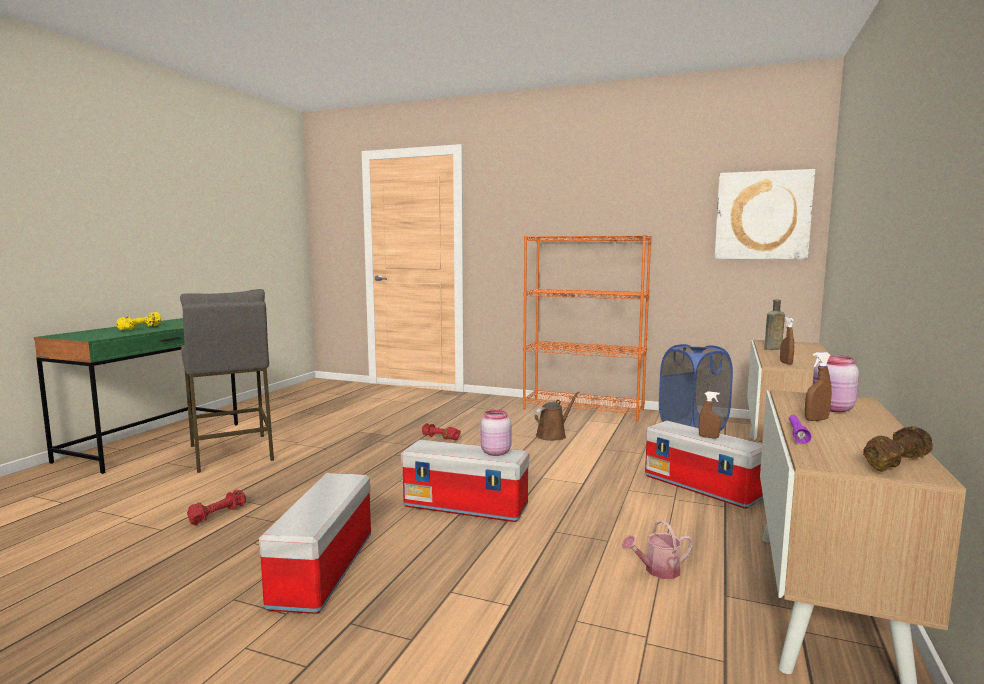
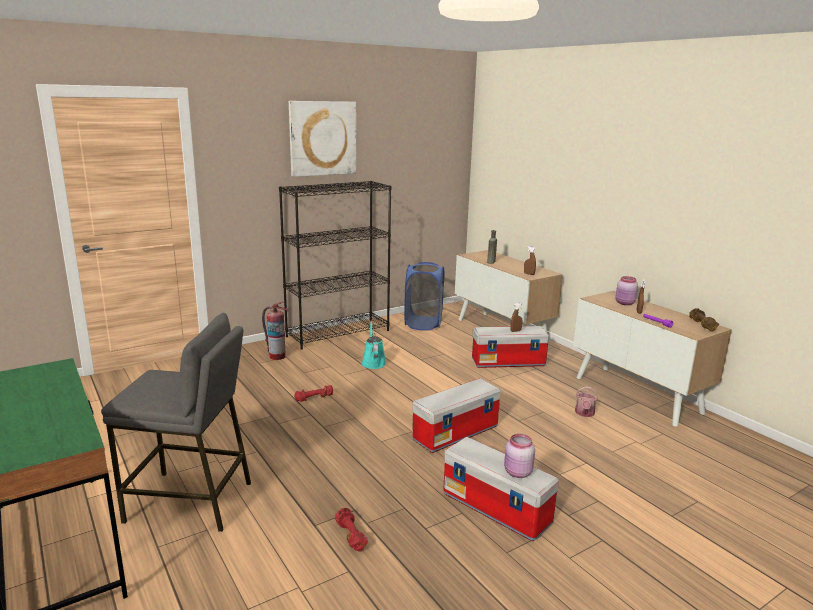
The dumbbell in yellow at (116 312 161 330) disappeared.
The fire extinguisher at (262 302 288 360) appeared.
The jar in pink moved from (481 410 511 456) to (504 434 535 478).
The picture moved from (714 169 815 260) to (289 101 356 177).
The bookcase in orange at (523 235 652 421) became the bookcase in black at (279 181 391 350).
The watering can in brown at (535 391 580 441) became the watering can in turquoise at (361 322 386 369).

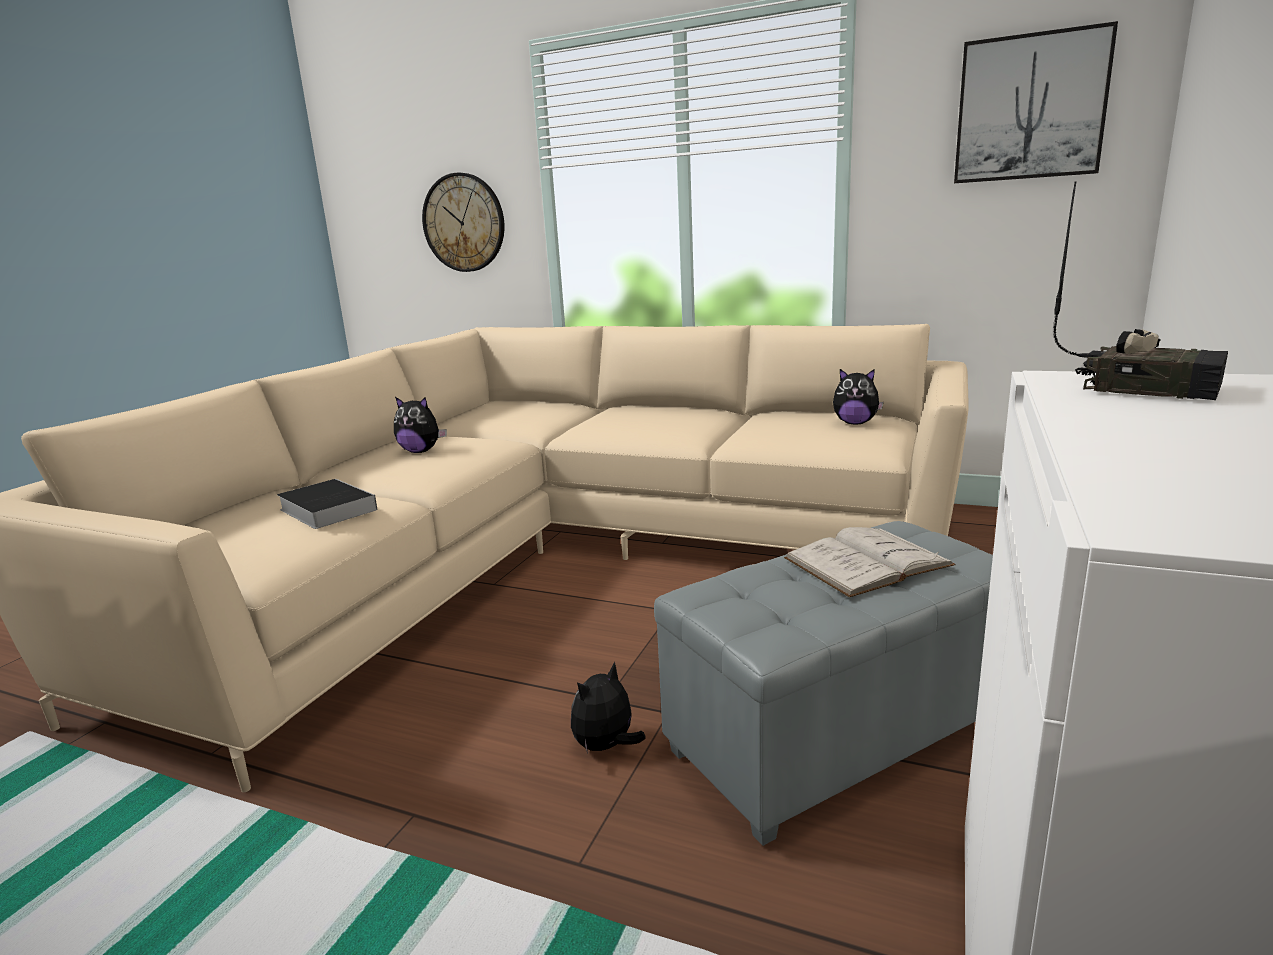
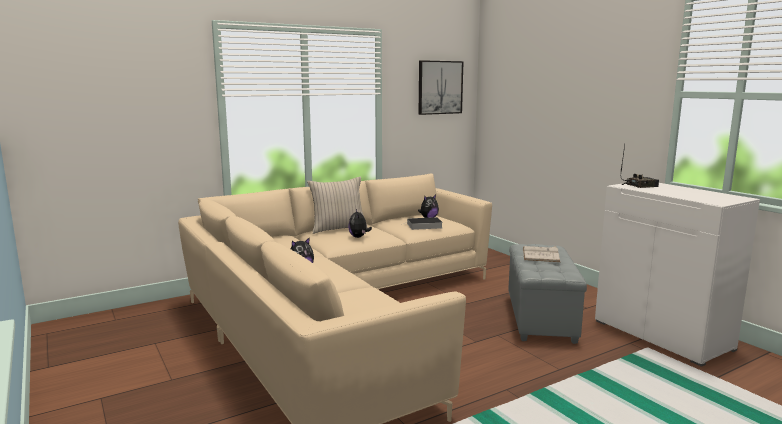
The wall clock at (422 173 504 272) disappeared.
The pillow in beige at (307 177 368 234) appeared.
The book moved from (277 479 378 529) to (404 217 443 230).
The plush toy moved from (571 661 646 754) to (348 209 372 238).

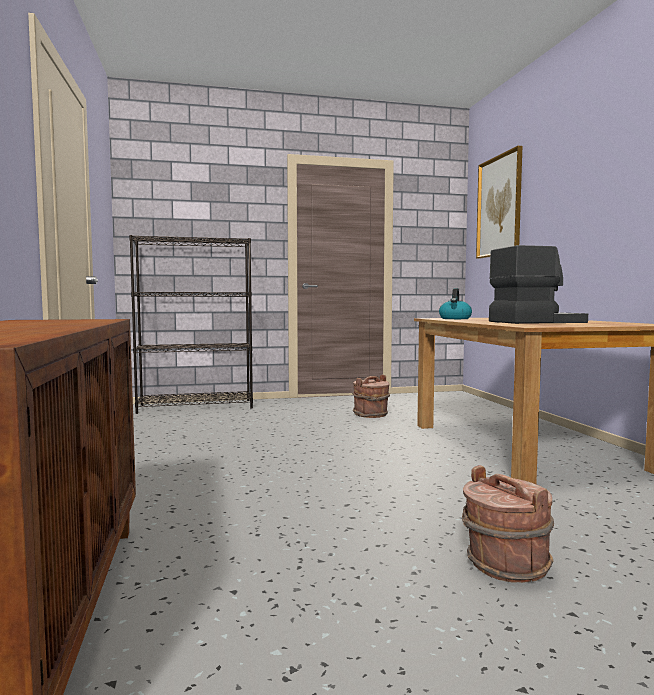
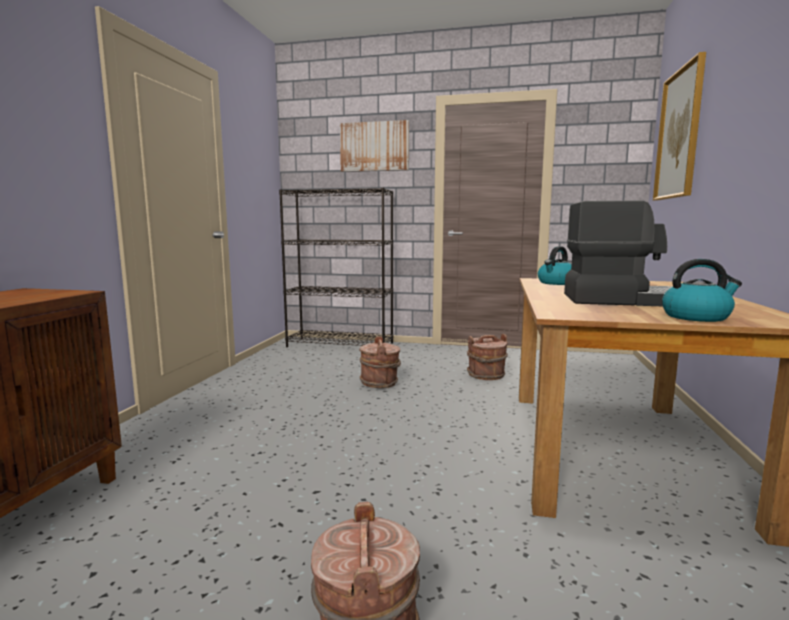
The picture at (340 120 409 172) appeared.
The bucket in brown at (359 336 401 388) appeared.
The kettle at (662 259 742 322) appeared.

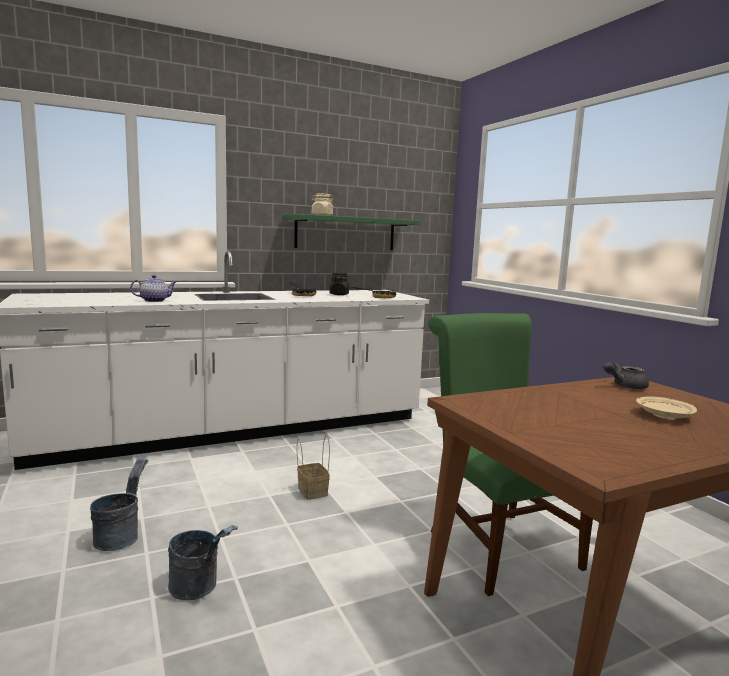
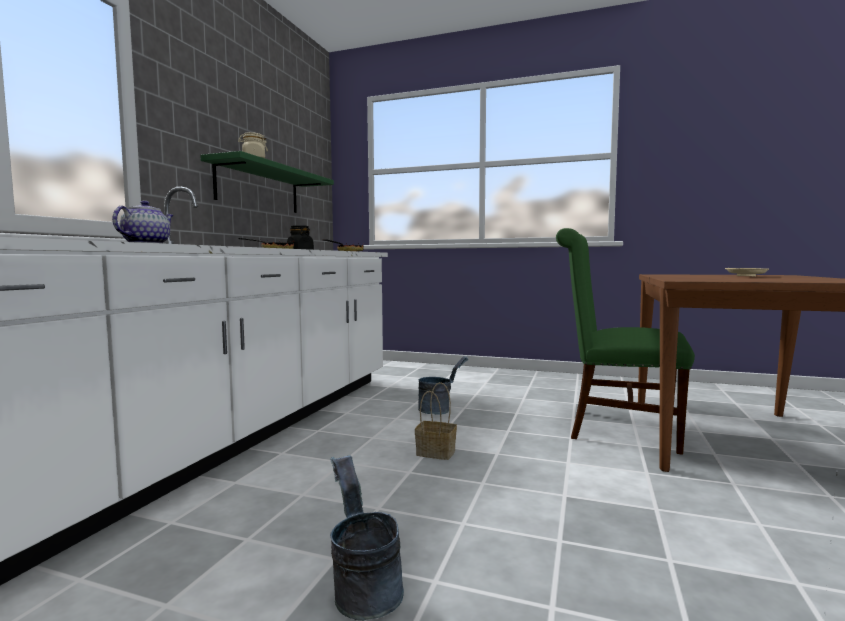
The teapot in grey at (603 363 649 390) disappeared.
The bucket in grey moved from (168 525 238 600) to (418 356 468 415).

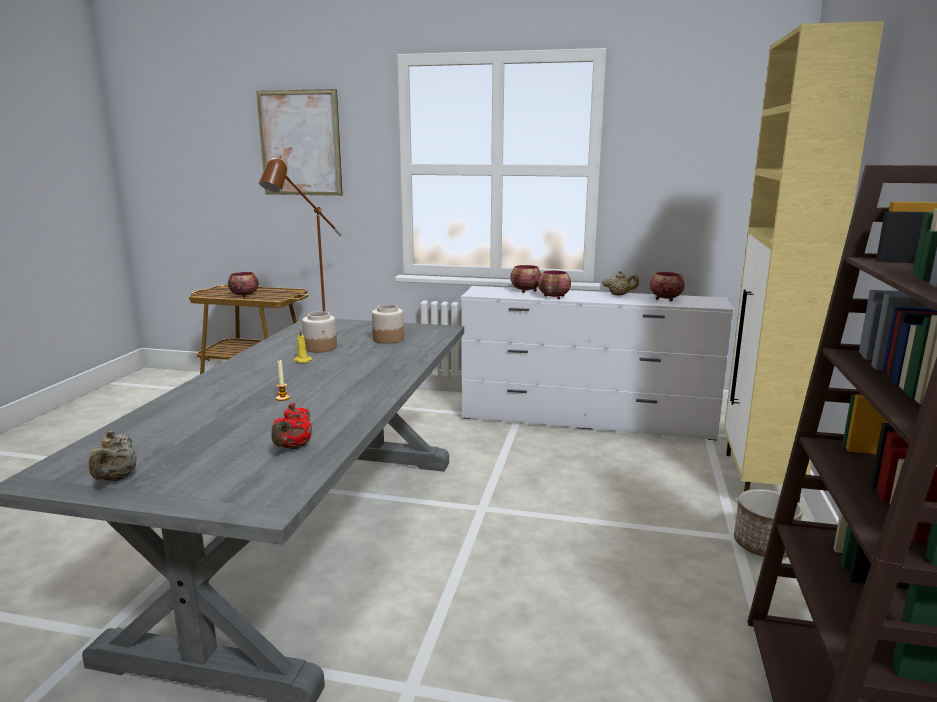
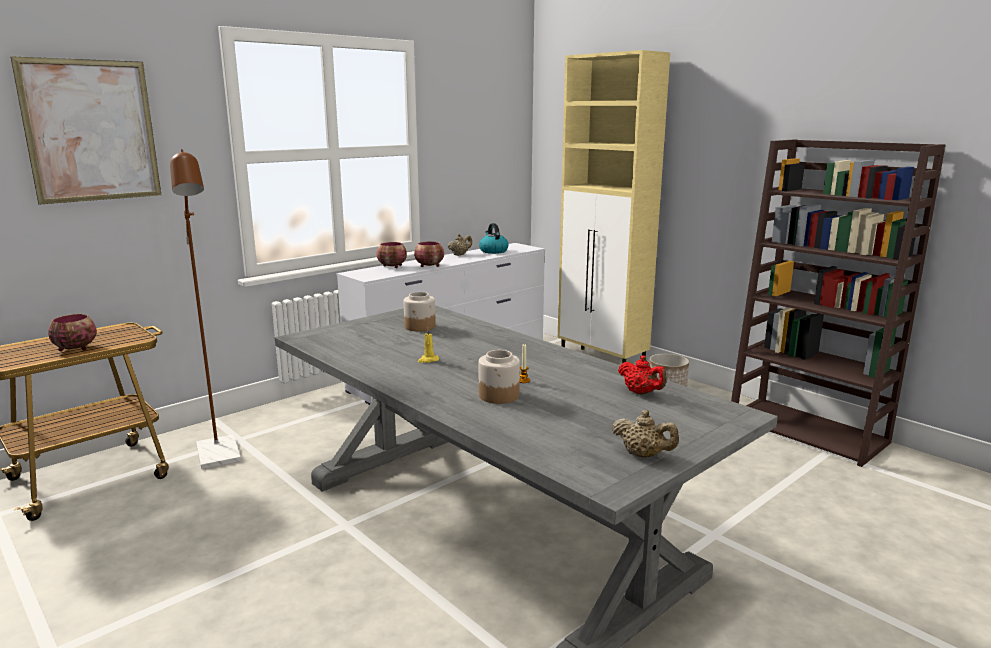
The jar moved from (302 311 337 353) to (479 350 520 404).
The bowl at (650 272 685 301) was replaced by the kettle at (479 223 508 254).

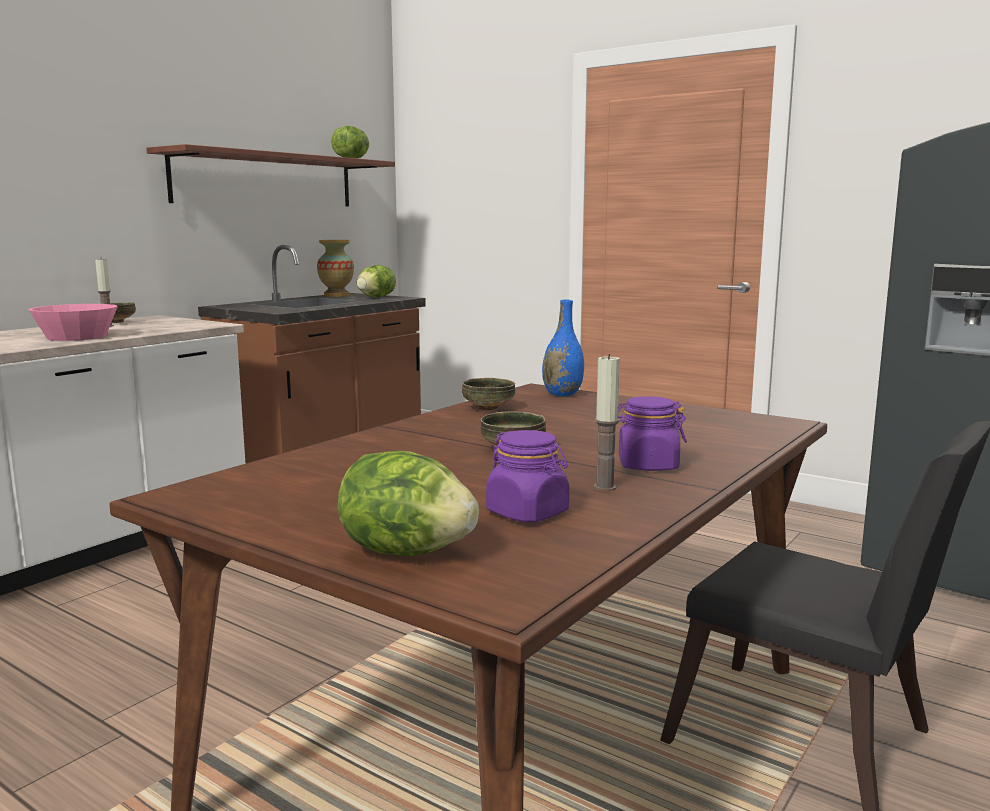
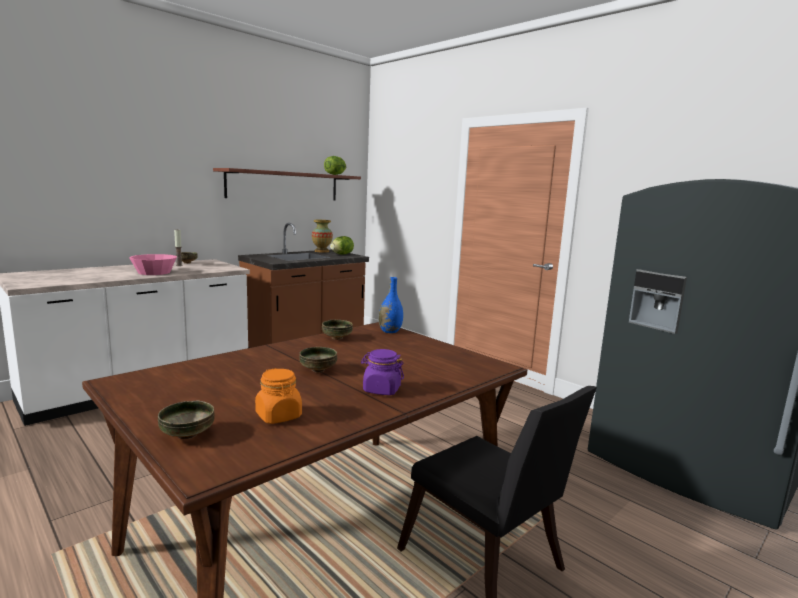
The candle at (594 354 620 491) disappeared.
The lettuce at (338 451 479 556) was replaced by the bowl at (158 400 214 439).
The jar in purple at (486 430 569 522) became the jar in orange at (255 368 302 424).

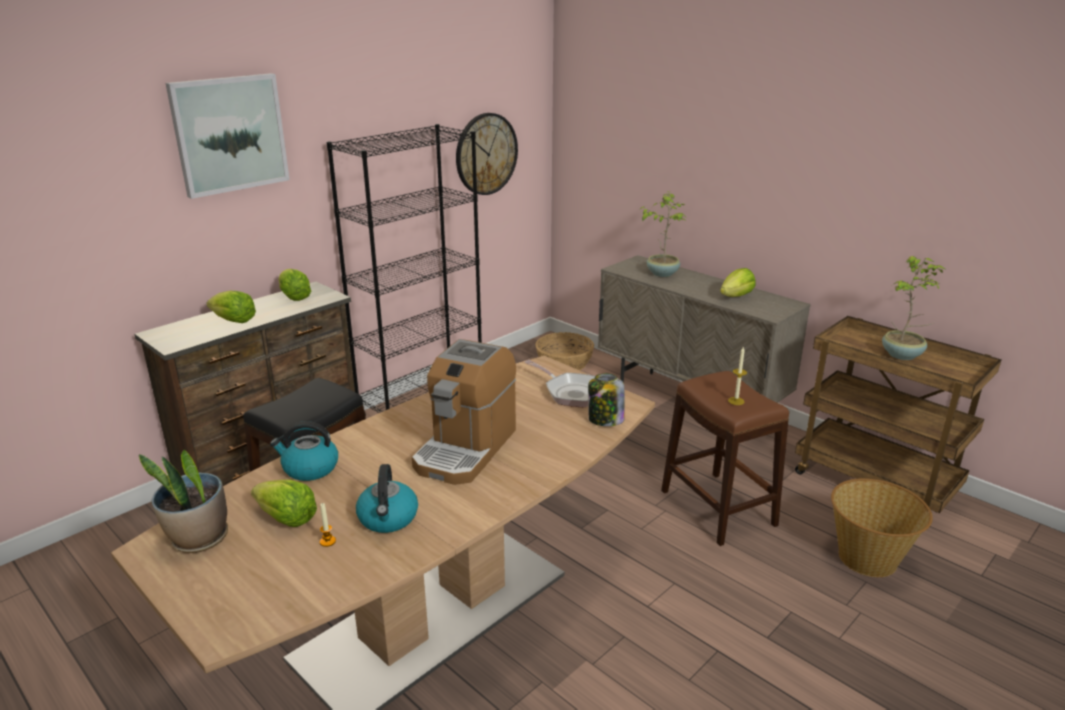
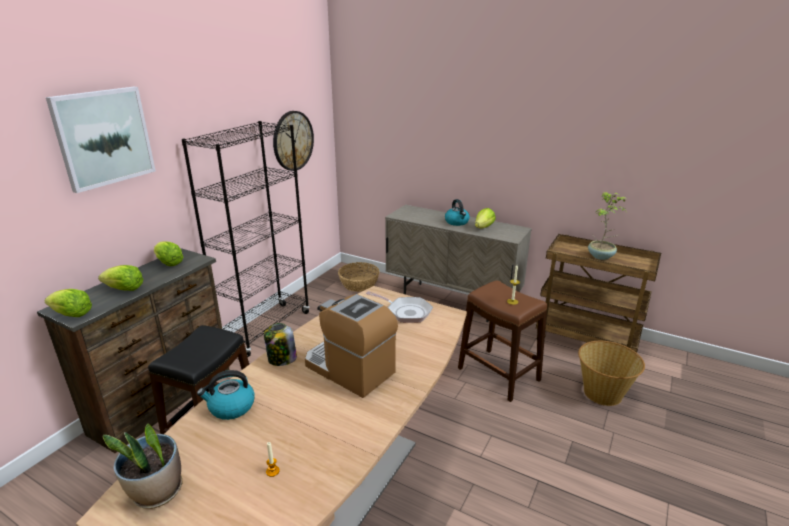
The potted plant at (639 191 687 277) disappeared.
The lettuce moved from (251 480 317 527) to (45 289 92 317).
The kettle moved from (356 464 418 533) to (445 199 470 226).
The jar moved from (588 373 625 426) to (264 323 297 366).
The coffee machine at (412 339 516 485) turned 120 degrees clockwise.

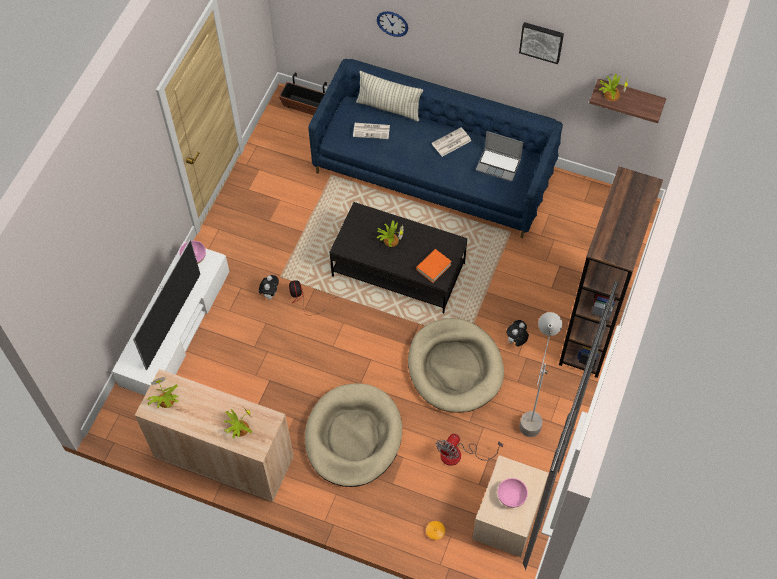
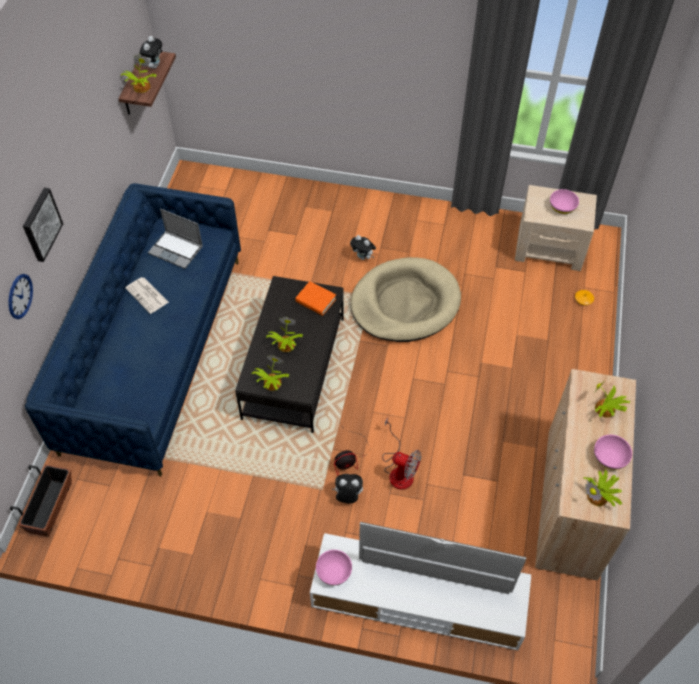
The dog bed in beige at (305 383 402 487) disappeared.
The newspaper at (353 123 390 139) disappeared.
The pillow at (356 71 423 122) disappeared.
The floor lamp in grey at (519 312 562 437) disappeared.
The bookcase in brown at (559 167 663 378) disappeared.
The plush toy at (139 36 162 69) appeared.
The potted plant at (252 355 289 391) appeared.
The bowl in pink at (594 435 632 470) appeared.
The fan moved from (436 434 503 466) to (382 417 421 490).
The picture moved from (519 22 564 64) to (23 188 63 262).
The laptop at (476 131 523 182) turned 105 degrees clockwise.

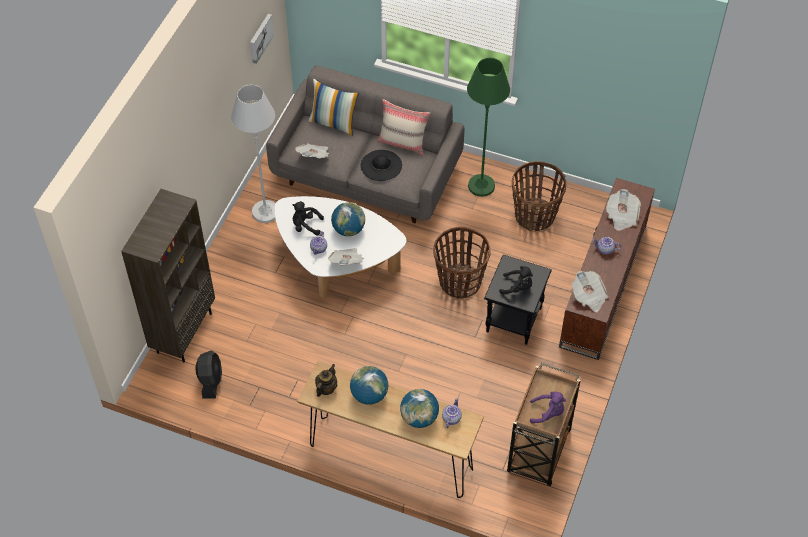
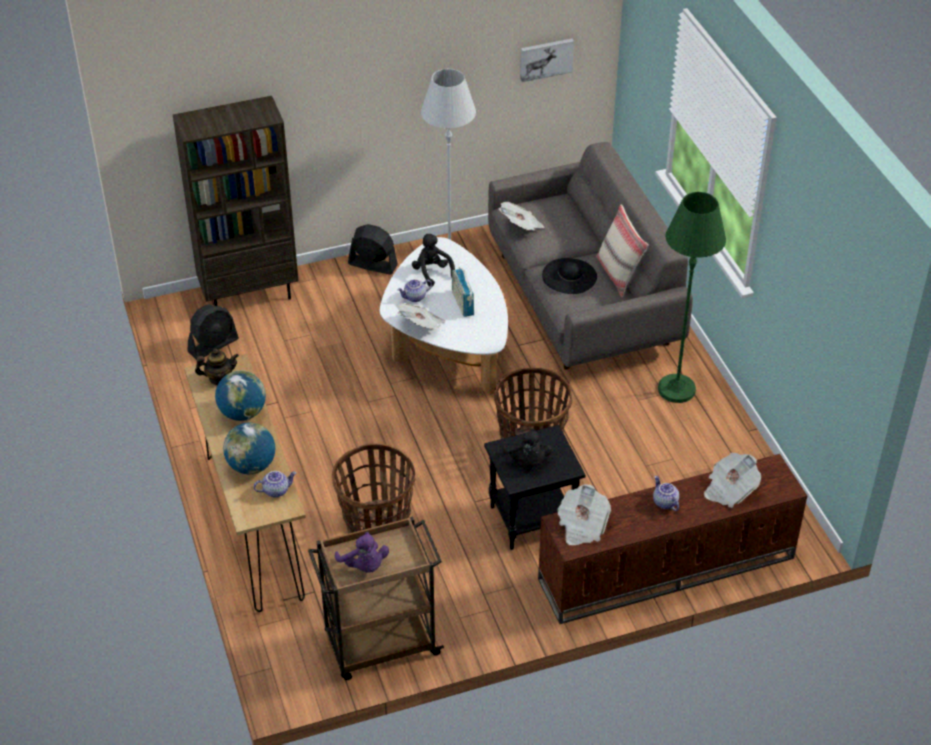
The pillow at (309 79 359 136) disappeared.
The fan in black at (348 224 398 275) appeared.
The basket moved from (512 161 566 232) to (332 444 415 534).
The globe at (331 202 365 237) was replaced by the radio at (452 267 474 317).

